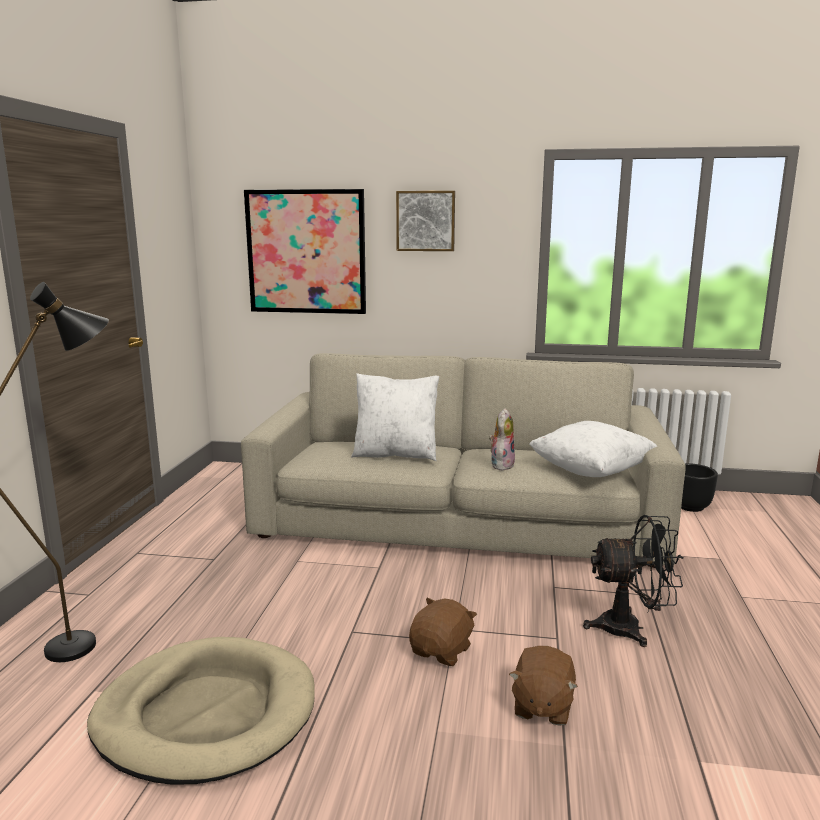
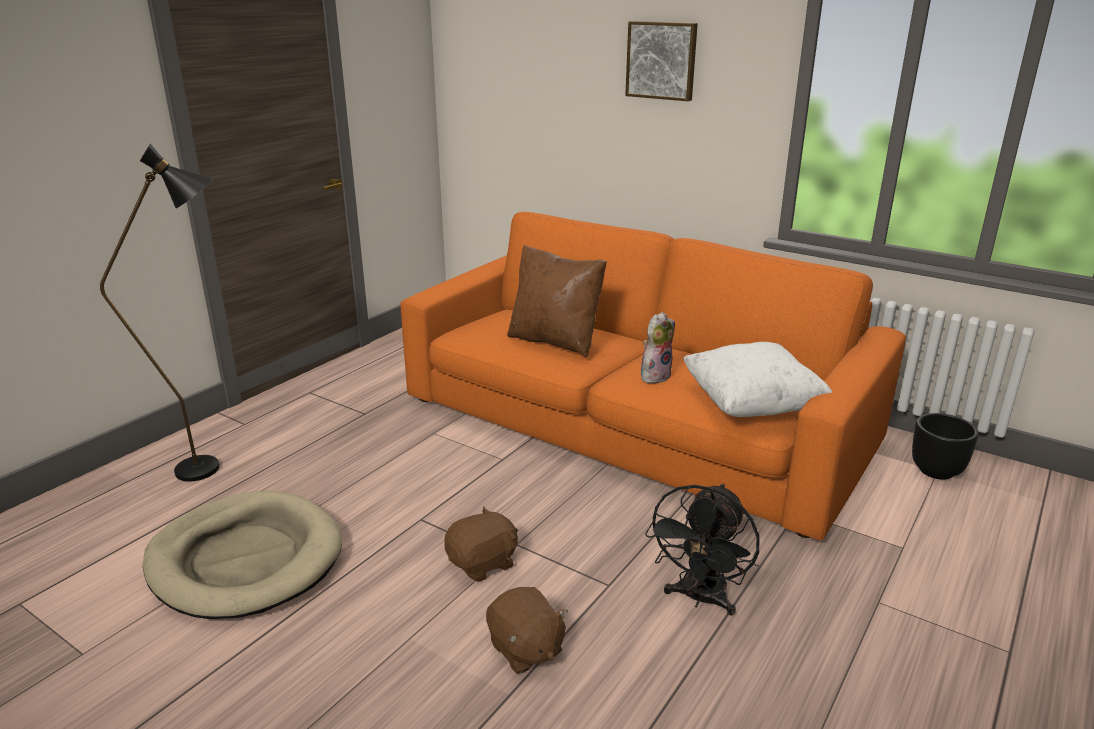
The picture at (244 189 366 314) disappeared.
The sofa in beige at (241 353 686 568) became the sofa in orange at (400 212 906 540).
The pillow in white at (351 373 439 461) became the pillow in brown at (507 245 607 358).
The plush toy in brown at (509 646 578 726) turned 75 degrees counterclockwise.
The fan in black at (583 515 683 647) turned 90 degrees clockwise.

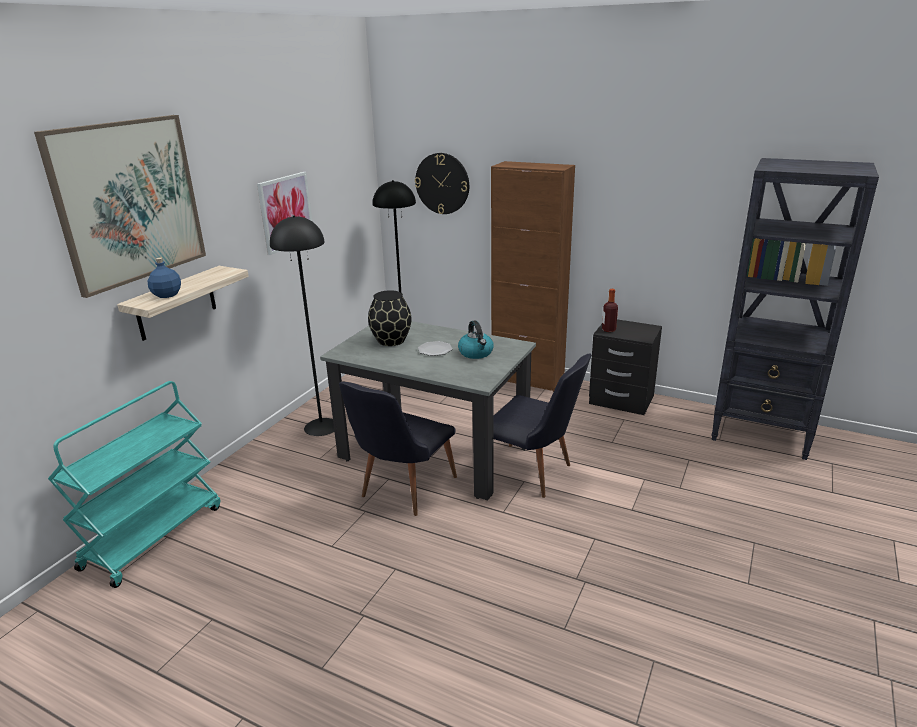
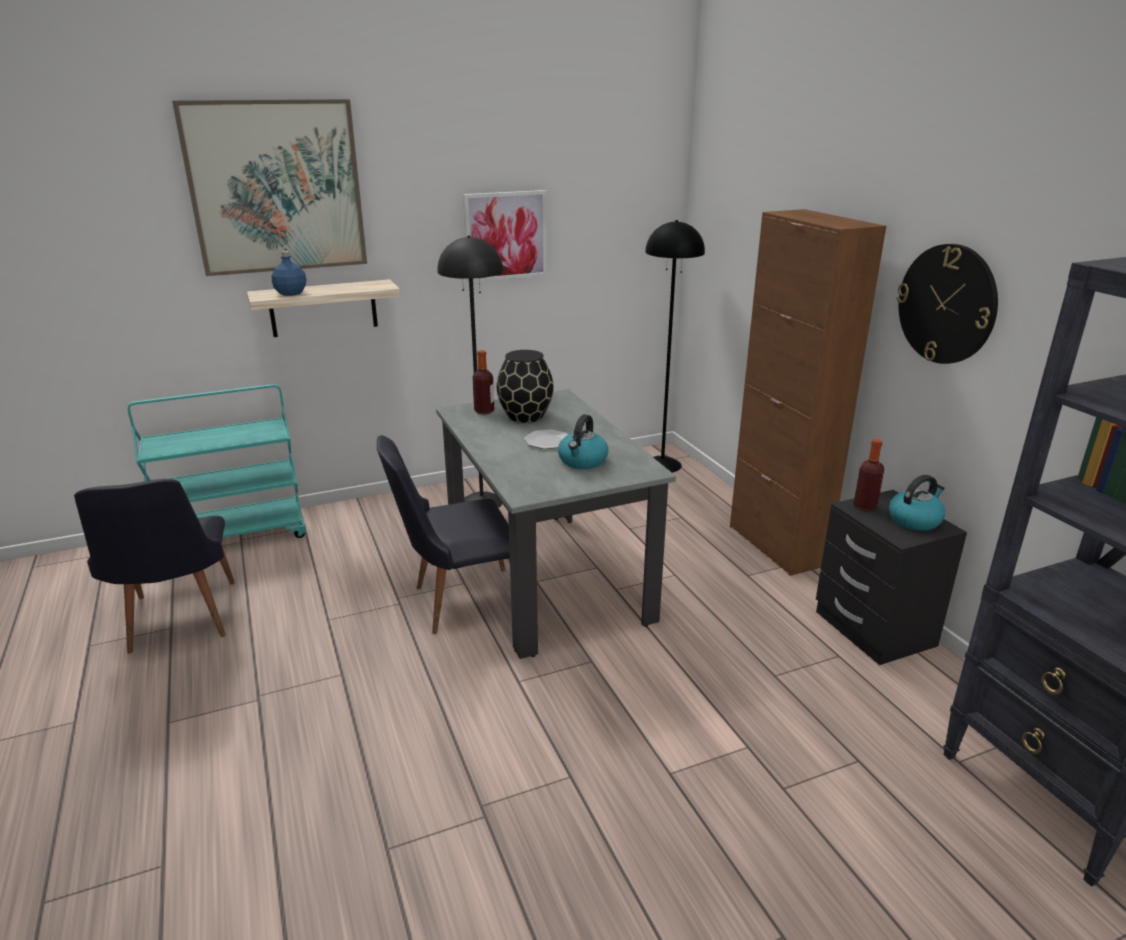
The bottle at (472 350 494 415) appeared.
The kettle at (889 475 945 531) appeared.
The wall clock moved from (415 153 469 214) to (897 244 998 364).
The chair in black moved from (493 353 591 498) to (74 479 235 654).

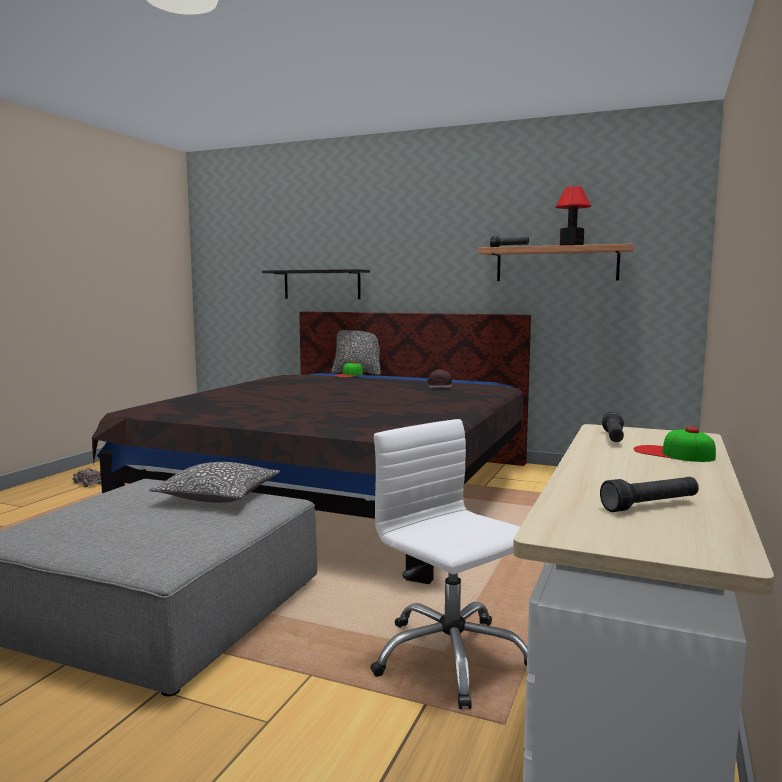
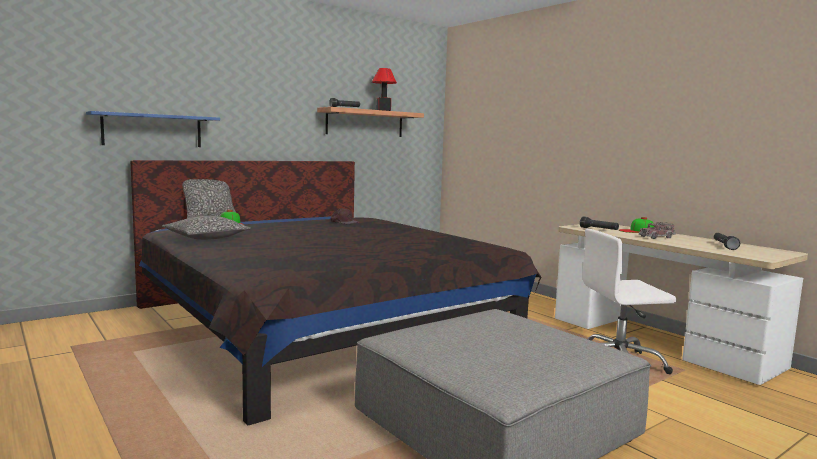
The toy truck moved from (72 468 101 487) to (639 222 676 239).
The pillow moved from (149 462 280 503) to (162 216 251 240).
The shelf in black at (262 269 370 299) became the shelf in blue at (86 111 220 147).

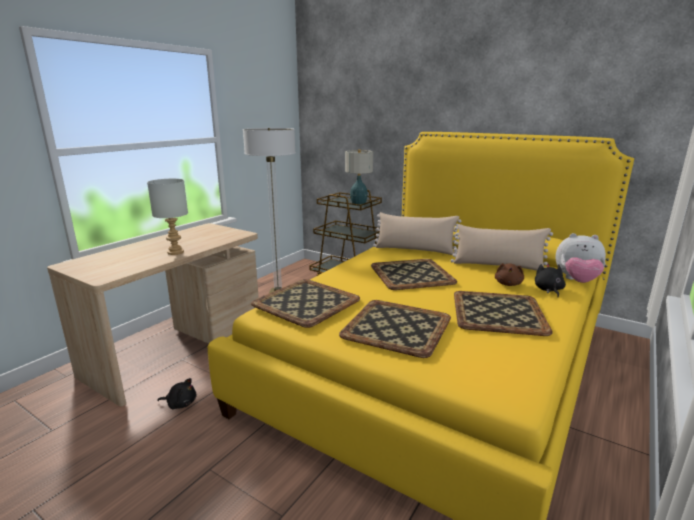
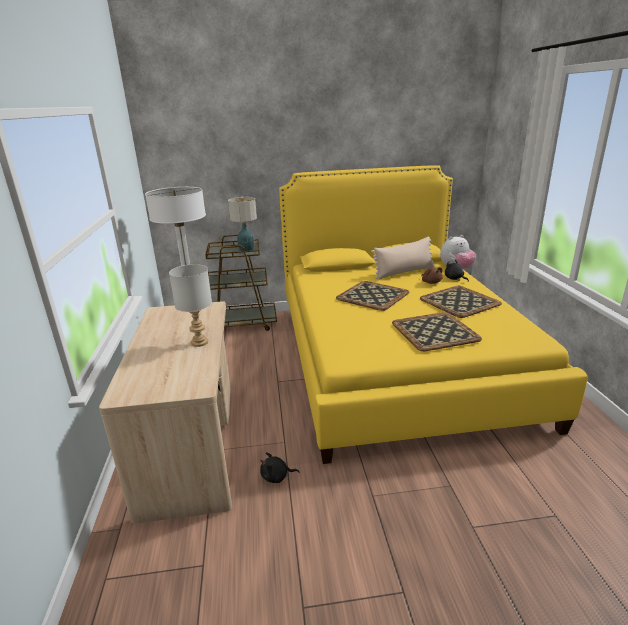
The tray at (251 279 360 328) disappeared.
The pillow in beige at (373 212 462 255) disappeared.
The plush toy in black at (157 378 196 409) turned 150 degrees counterclockwise.

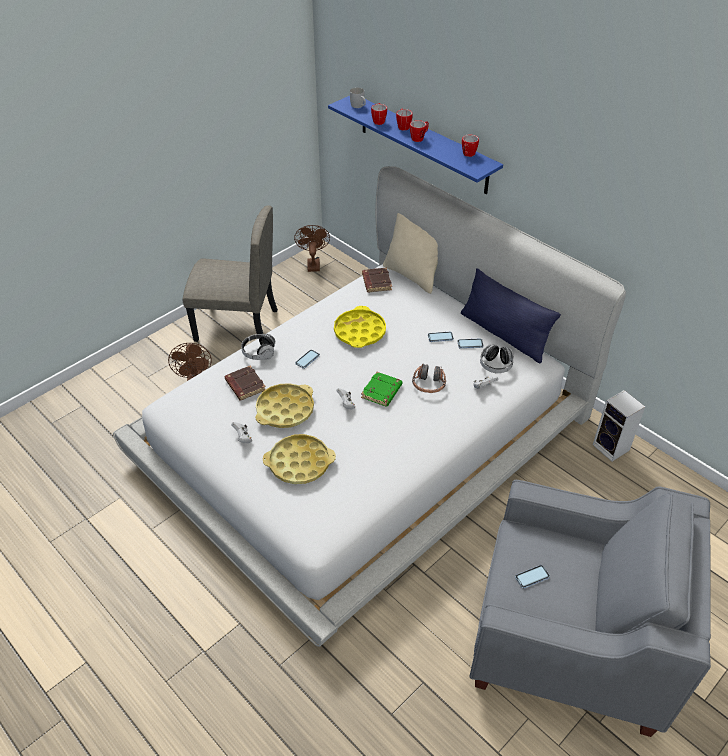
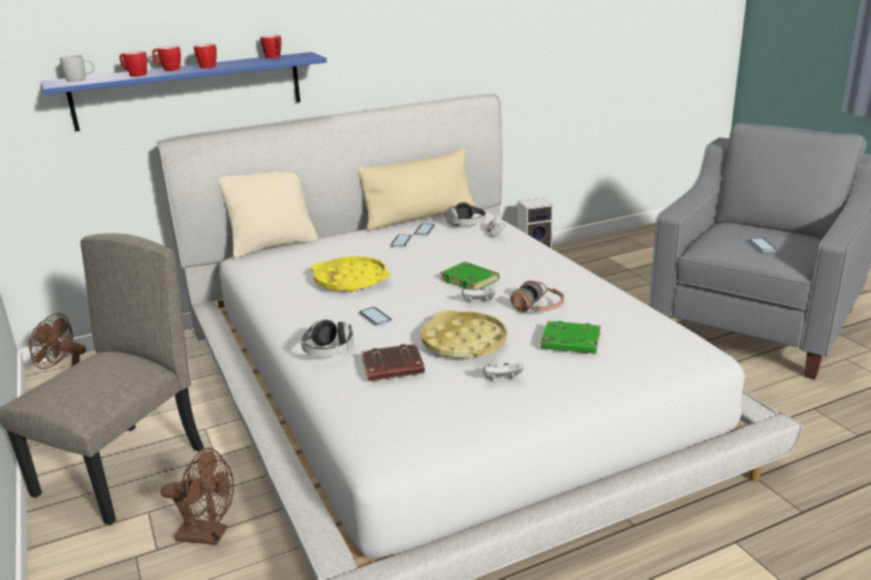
The book in brown at (362 268 392 292) disappeared.
The headphones moved from (412 364 446 393) to (510 280 564 312).
The tray in yellow at (263 434 336 484) was replaced by the book in green at (541 321 601 354).
The pillow in blue at (461 268 561 364) became the pillow in beige at (358 149 476 231).

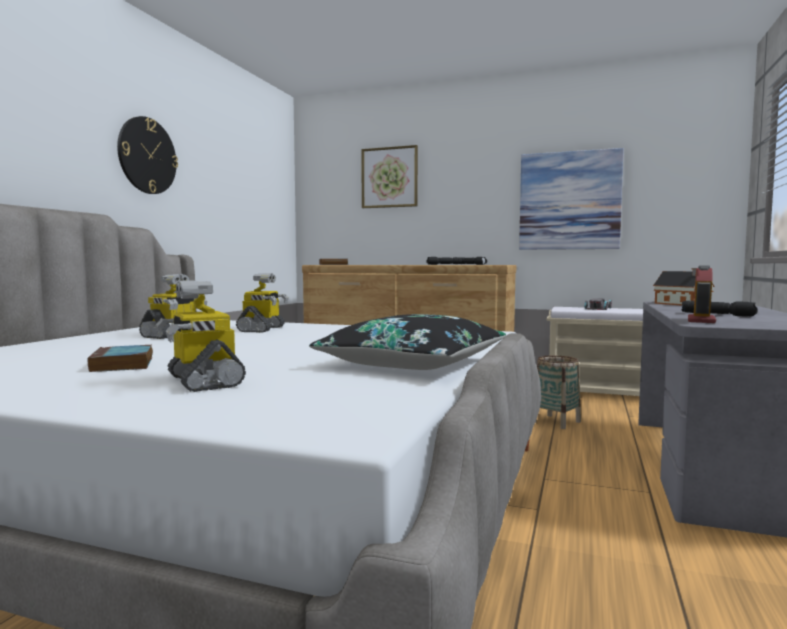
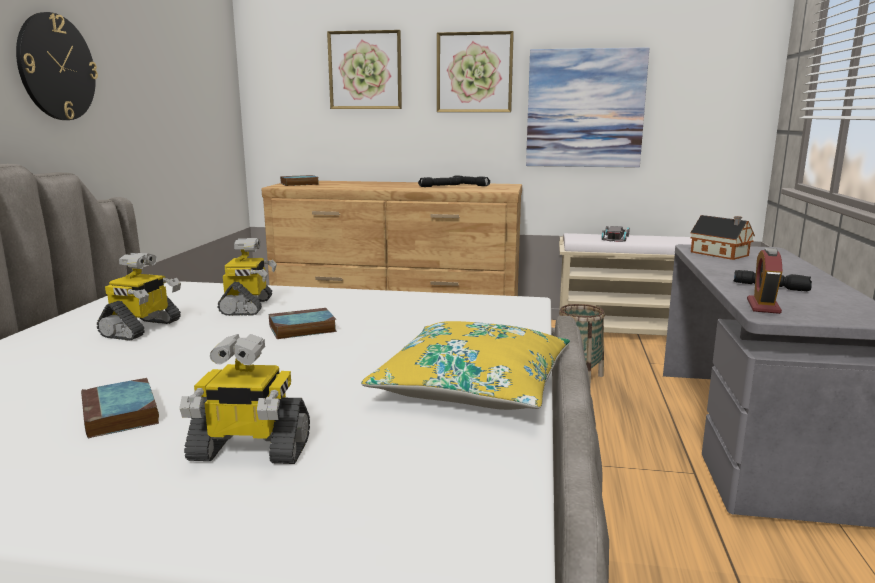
The book at (269 308 337 339) appeared.
The picture at (437 31 514 112) appeared.
The pillow in black at (309 314 506 370) became the pillow in yellow at (361 321 570 410).
The toy robot at (156 281 246 392) turned 45 degrees counterclockwise.

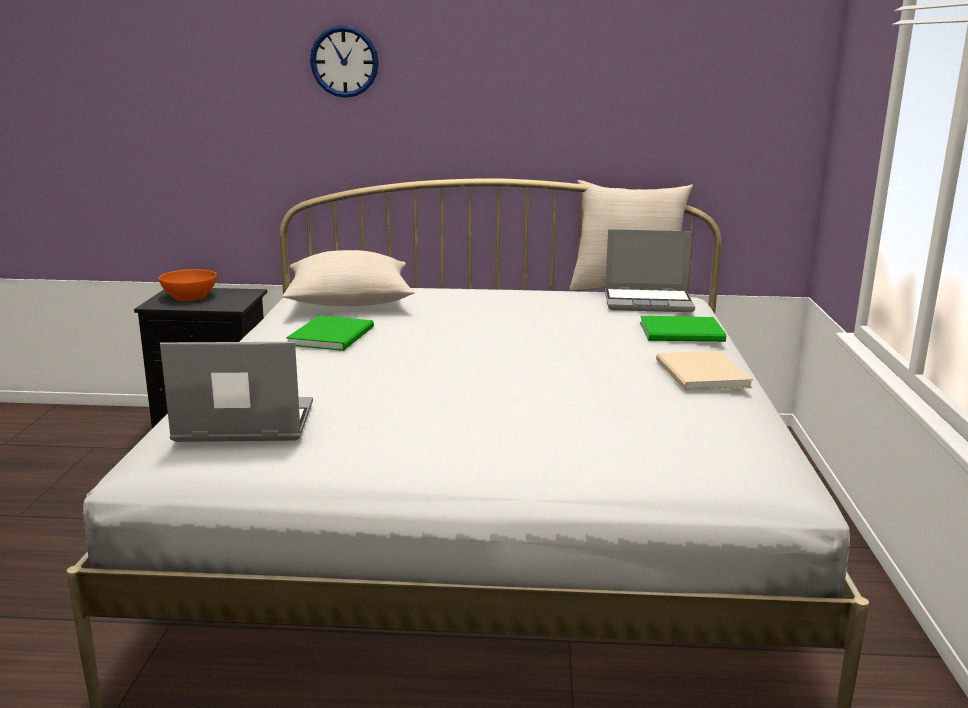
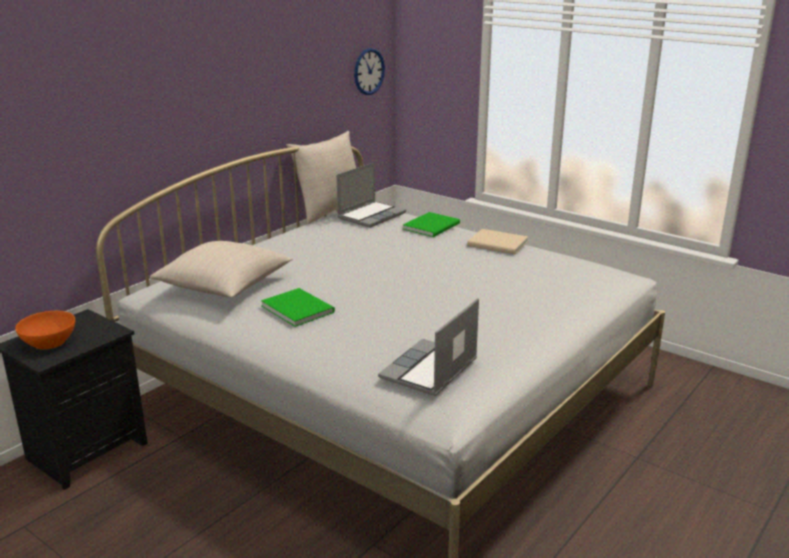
The wall clock moved from (310 25 379 98) to (354 48 385 95).

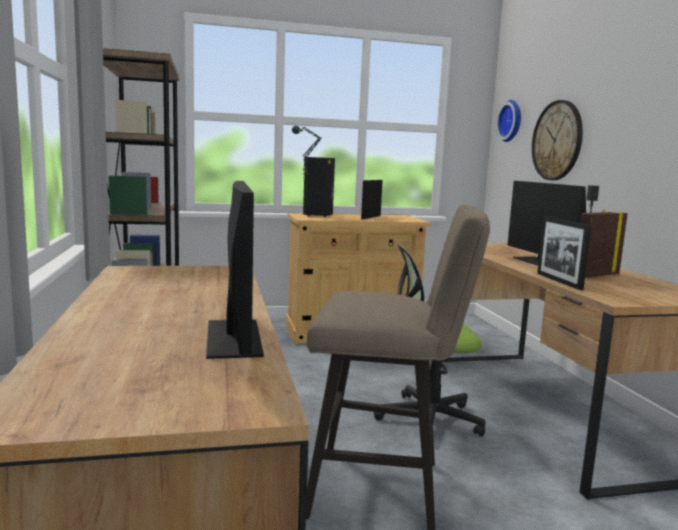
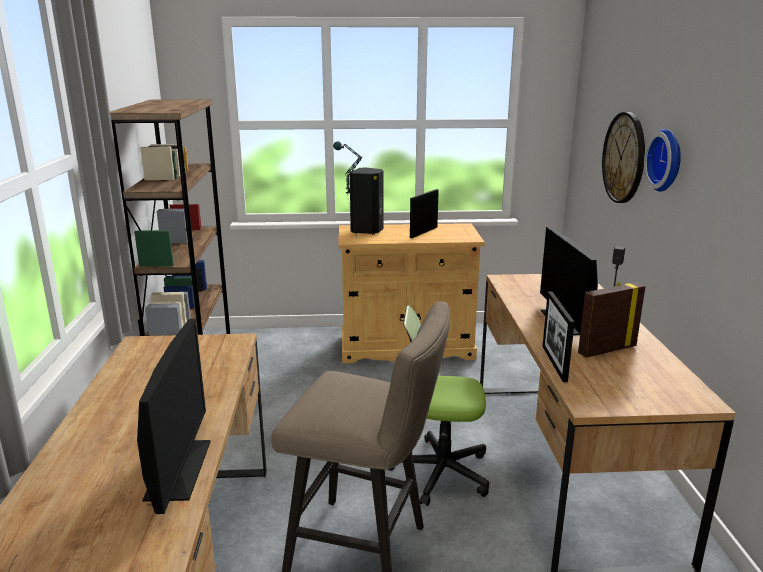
The wall clock moved from (496 100 521 142) to (644 129 681 192).

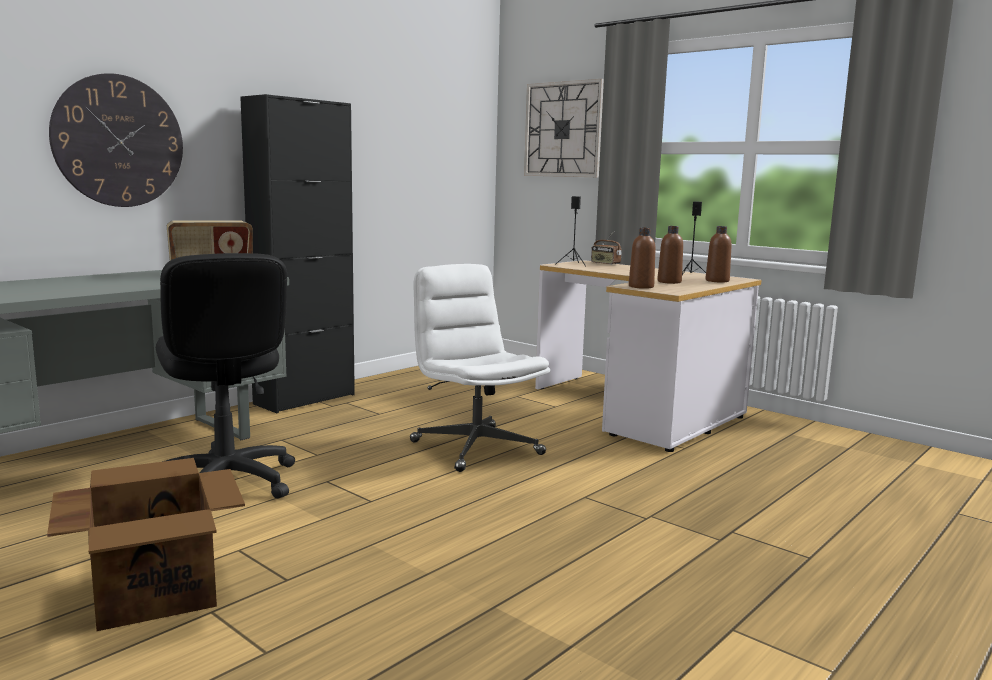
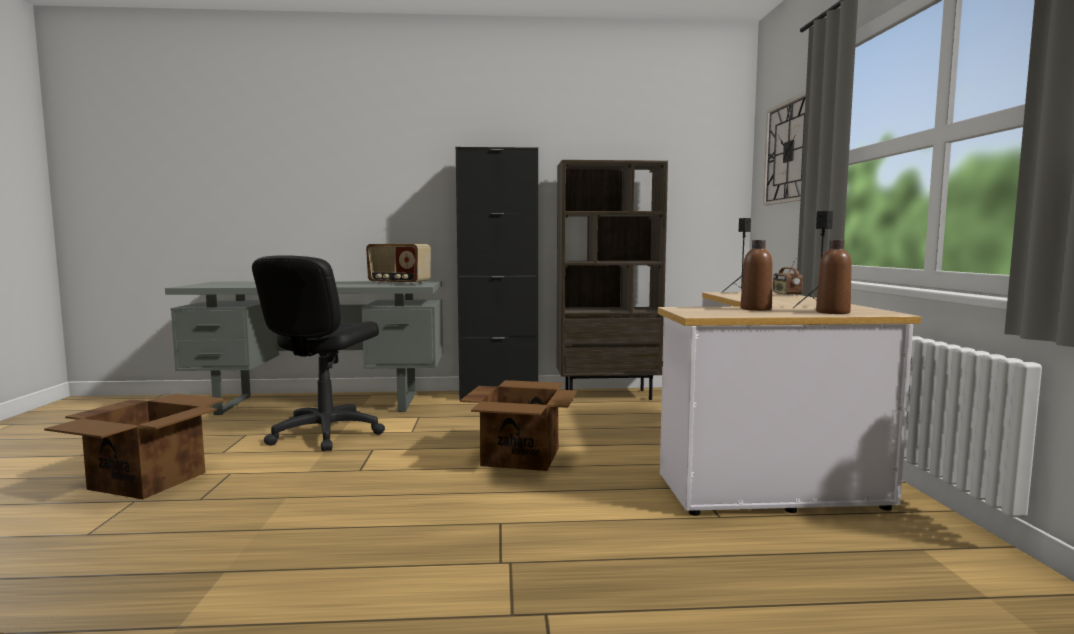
The wall clock at (49 73 183 207) disappeared.
The bottle in brown at (629 228 656 289) disappeared.
The bookcase in brown at (557 160 668 401) appeared.
The office chair in white at (410 264 550 472) was replaced by the cardboard box at (460 380 577 471).

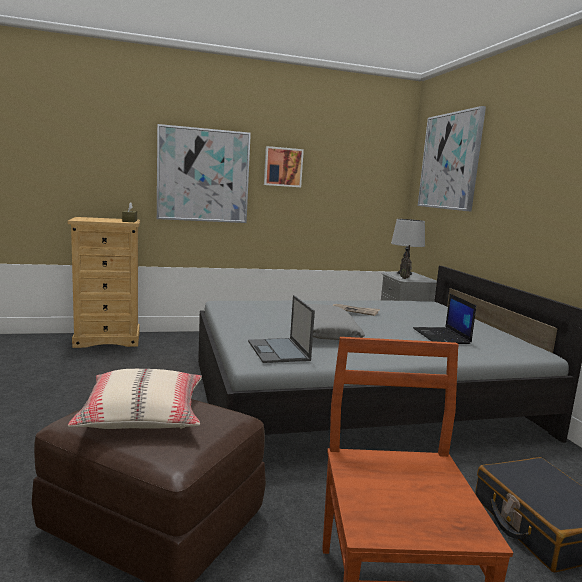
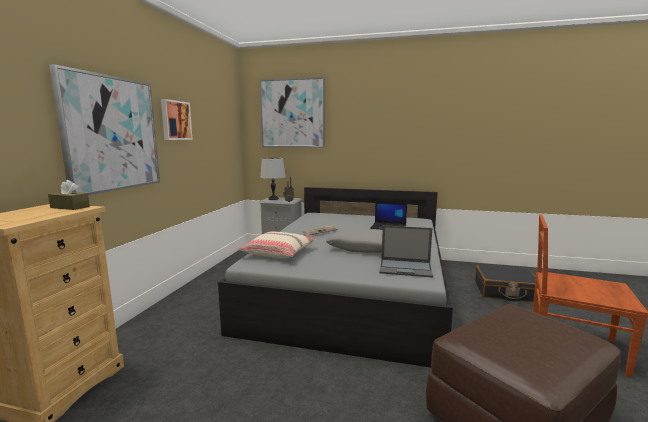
The pillow in beige moved from (68 369 202 429) to (238 232 316 258).

